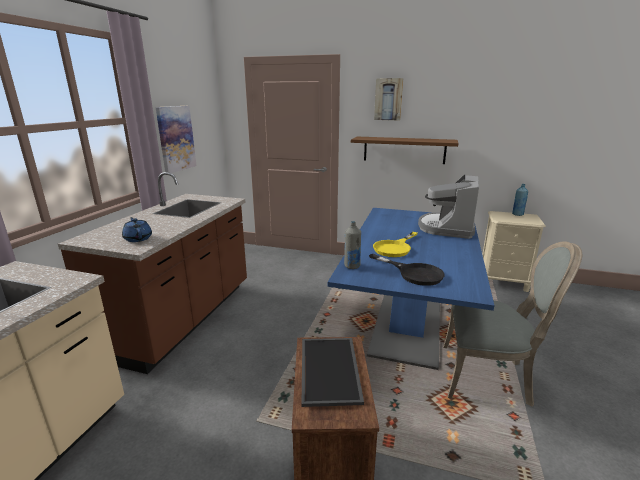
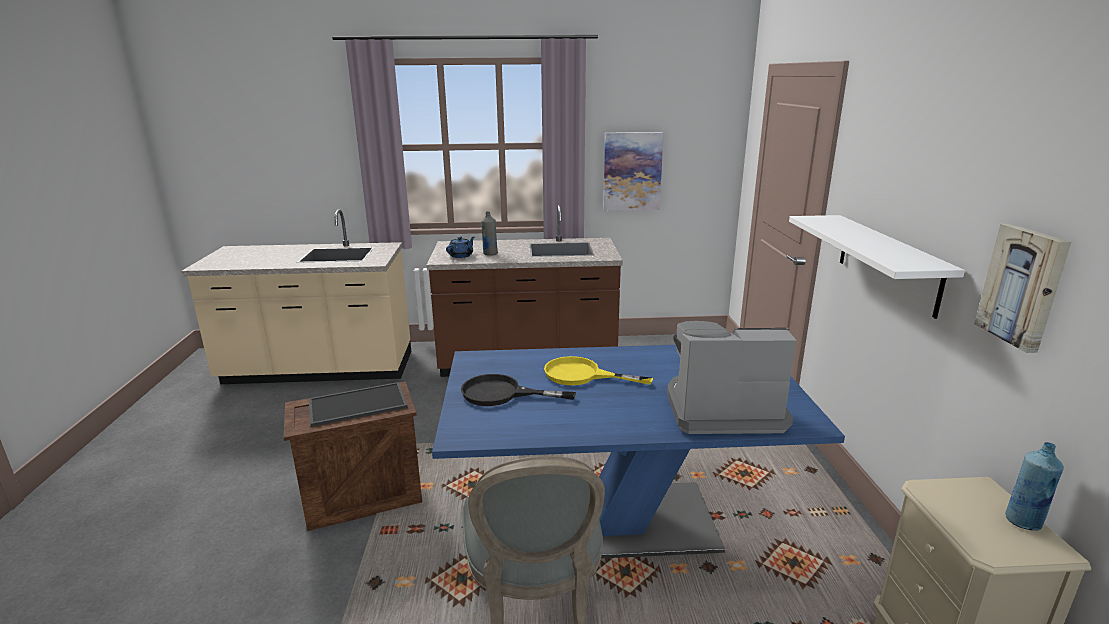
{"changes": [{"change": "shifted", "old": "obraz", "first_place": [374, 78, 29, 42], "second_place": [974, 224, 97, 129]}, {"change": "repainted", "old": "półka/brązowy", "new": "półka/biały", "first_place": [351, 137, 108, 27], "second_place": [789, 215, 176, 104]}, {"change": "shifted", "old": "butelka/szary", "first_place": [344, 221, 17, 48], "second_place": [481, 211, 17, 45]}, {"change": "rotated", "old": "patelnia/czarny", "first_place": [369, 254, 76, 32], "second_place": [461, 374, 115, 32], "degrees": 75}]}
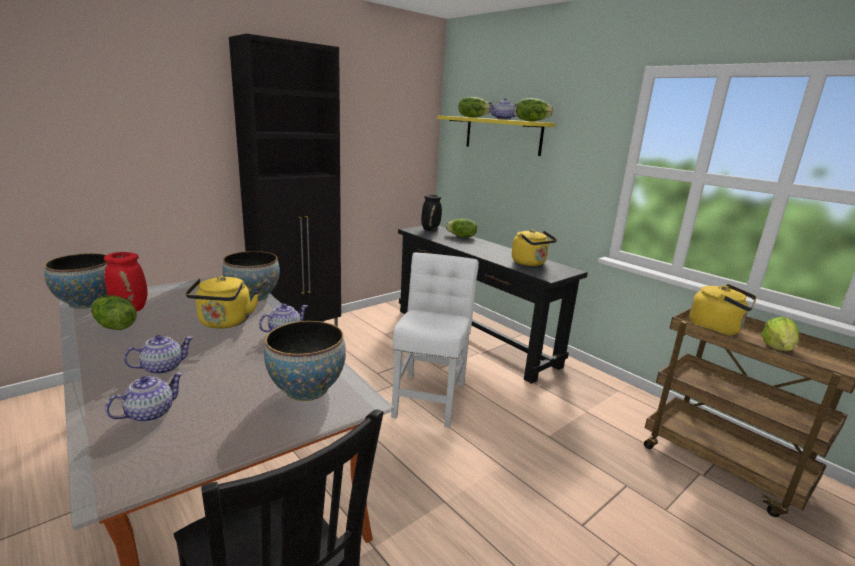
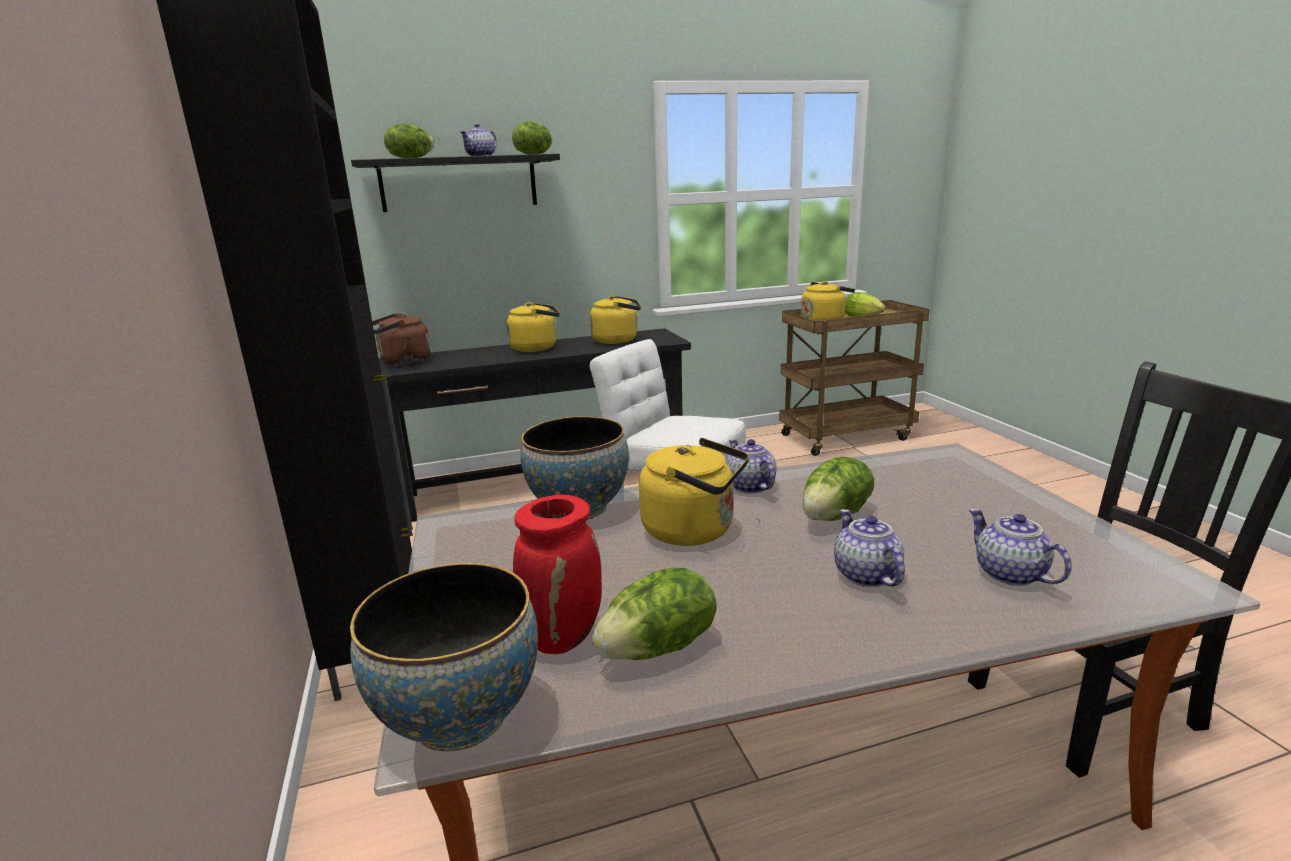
{"changes": [{"change": "repainted", "old": "półka/żółty", "new": "półka/czarny", "first_place": [437, 116, 118, 40], "second_place": [351, 154, 209, 58]}, {"change": "swapped", "old": "wazon/czarny", "new": "czajnik/brązowy", "first_place": [421, 195, 21, 36], "second_place": [372, 313, 59, 53]}, {"change": "shifted", "old": "sałata", "first_place": [446, 218, 31, 19], "second_place": [802, 457, 72, 64]}, {"change": "gone", "old": "miska", "first_place": [264, 321, 82, 80]}, {"change": "new", "new": "czajnik/żółty", "second_place": [506, 302, 54, 50]}]}
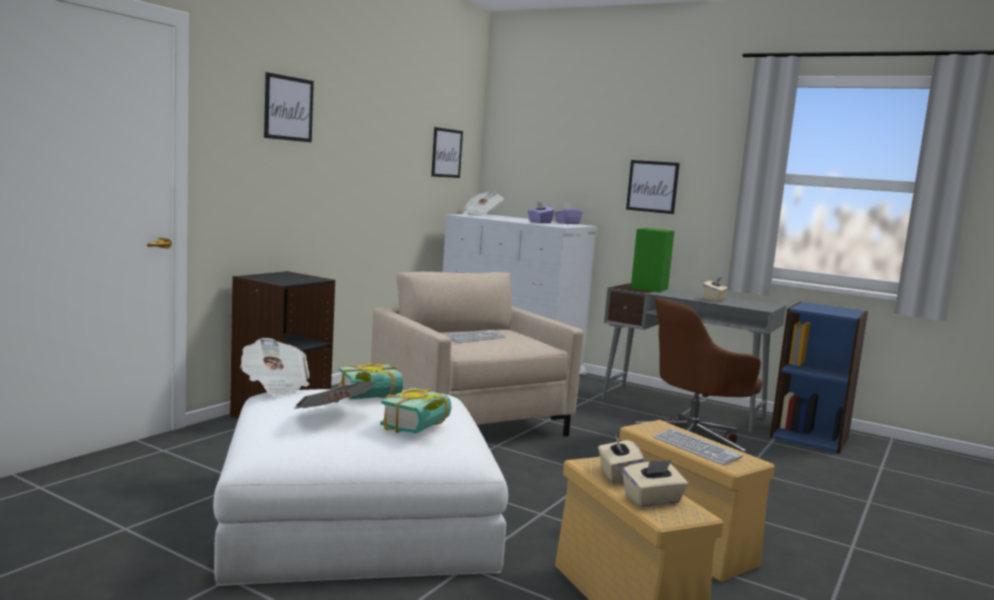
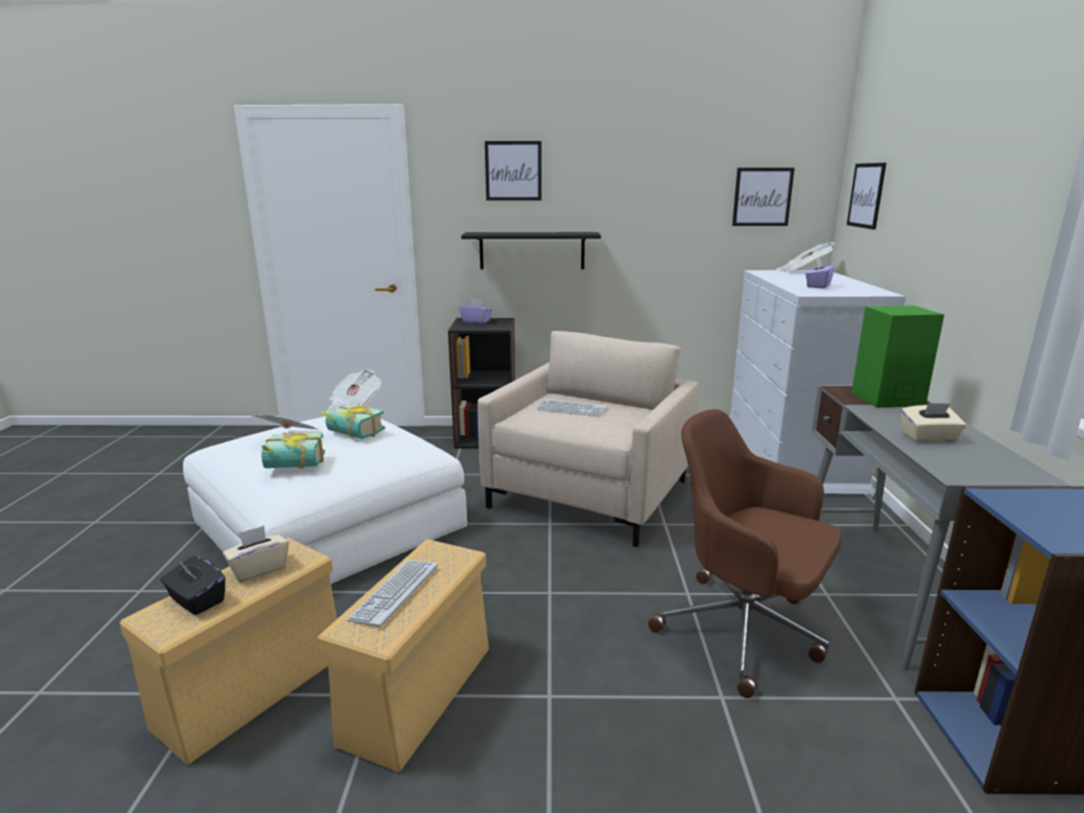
{"changes": [{"change": "shifted", "old": "obraz", "first_place": [626, 160, 54, 54], "second_place": [847, 163, 39, 67]}, {"change": "shifted", "old": "pudełko chusteczek/fioletowy", "first_place": [554, 203, 29, 21], "second_place": [459, 298, 33, 25]}, {"change": "repainted", "old": "pudełko chusteczek/beżowy", "new": "pudełko chusteczek/czarny", "first_place": [622, 460, 66, 47], "second_place": [160, 556, 65, 59]}, {"change": "new", "new": "półka/czarny", "second_place": [461, 232, 140, 38]}]}
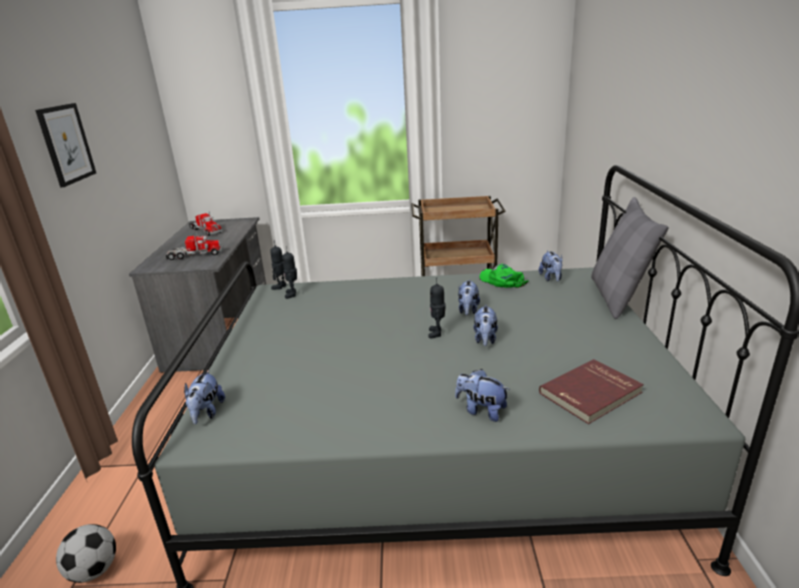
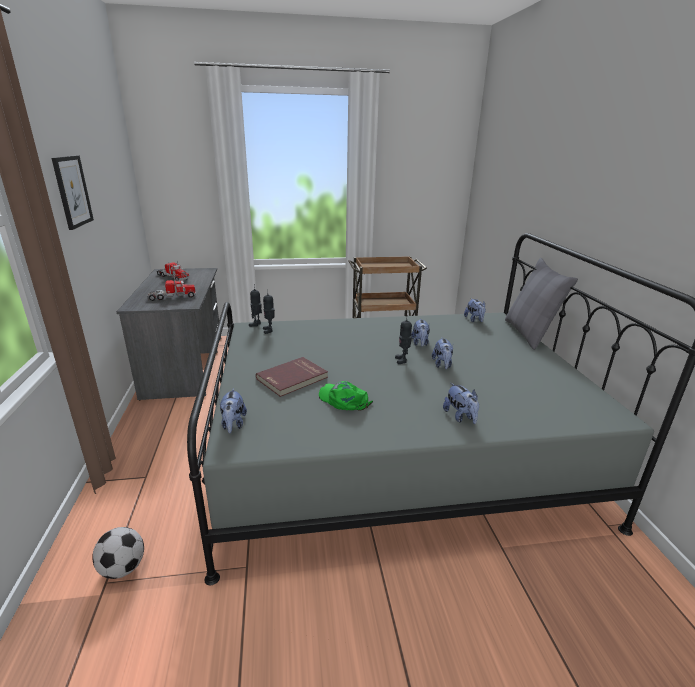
{"changes": [{"change": "shifted", "old": "czapka z daszkiem/zielony", "first_place": [480, 264, 49, 24], "second_place": [319, 381, 54, 30]}, {"change": "shifted", "old": "książka/czerwony", "first_place": [539, 359, 105, 65], "second_place": [256, 357, 72, 40]}, {"change": "rotated", "old": "pluszak", "first_place": [455, 369, 54, 53], "second_place": [443, 383, 36, 41], "degrees": -135}]}
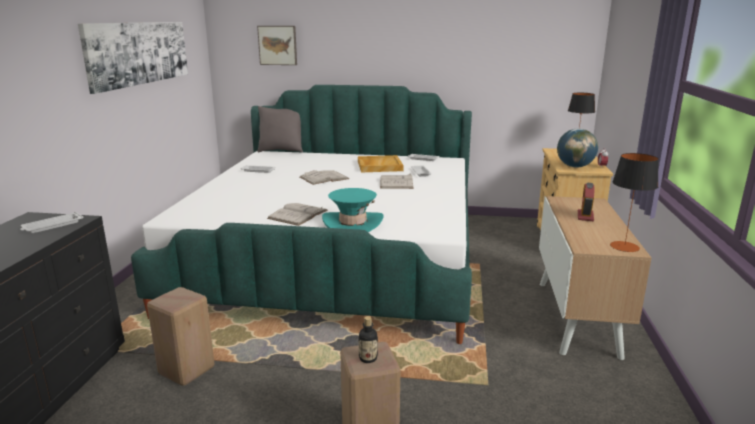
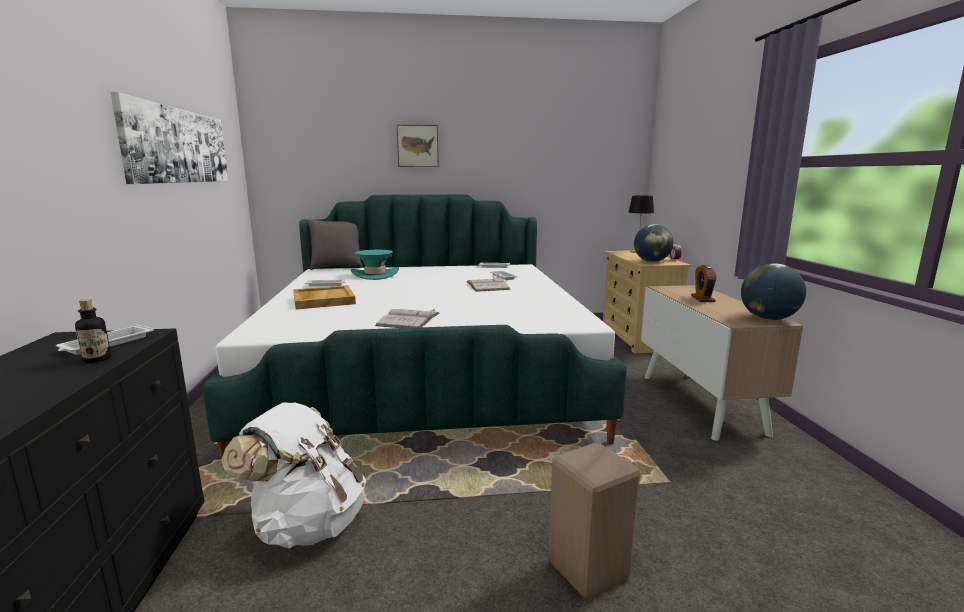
{"changes": [{"change": "shifted", "old": "obraz", "first_place": [257, 26, 40, 39], "second_place": [397, 125, 42, 42]}, {"change": "swapped", "old": "lampa stołowa", "new": "globus", "first_place": [610, 153, 49, 99], "second_place": [741, 263, 65, 57]}, {"change": "shifted", "old": "taca/beżowy", "first_place": [358, 155, 46, 17], "second_place": [293, 285, 63, 25]}, {"change": "gone", "old": "książka/biały", "first_place": [300, 170, 49, 15]}, {"change": "shifted", "old": "kapelusz/turkusowy", "first_place": [322, 188, 62, 44], "second_place": [351, 250, 48, 30]}, {"change": "swapped", "old": "stołek/beżowy", "new": "plecak/biały", "first_place": [147, 287, 68, 99], "second_place": [221, 402, 145, 146]}, {"change": "shifted", "old": "butelka", "first_place": [359, 316, 19, 47], "second_place": [75, 299, 36, 64]}]}
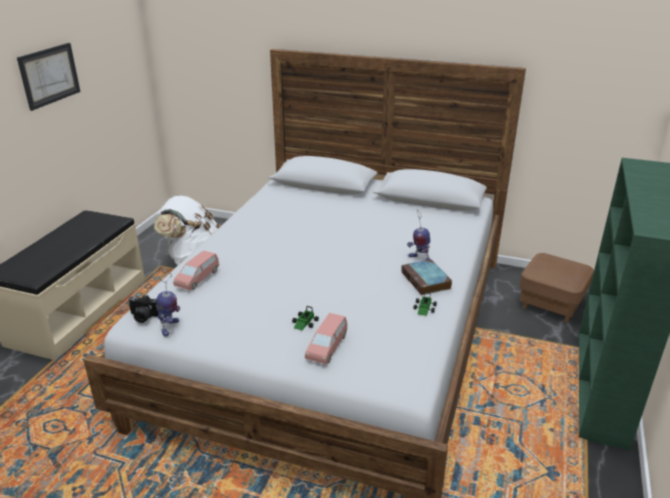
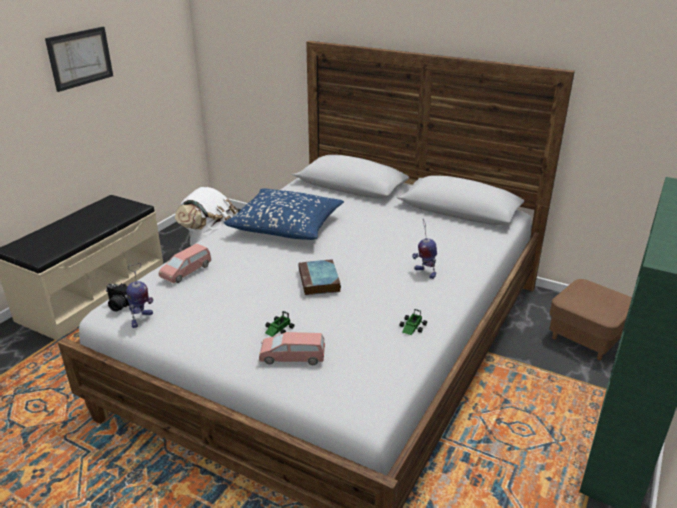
{"changes": [{"change": "shifted", "old": "książka", "first_place": [401, 259, 51, 36], "second_place": [298, 259, 43, 36]}, {"change": "rotated", "old": "samochodzik/różowy", "first_place": [305, 313, 42, 52], "second_place": [259, 332, 66, 33], "degrees": 60}, {"change": "new", "new": "poduszka/niebieski", "second_place": [224, 188, 120, 52]}]}
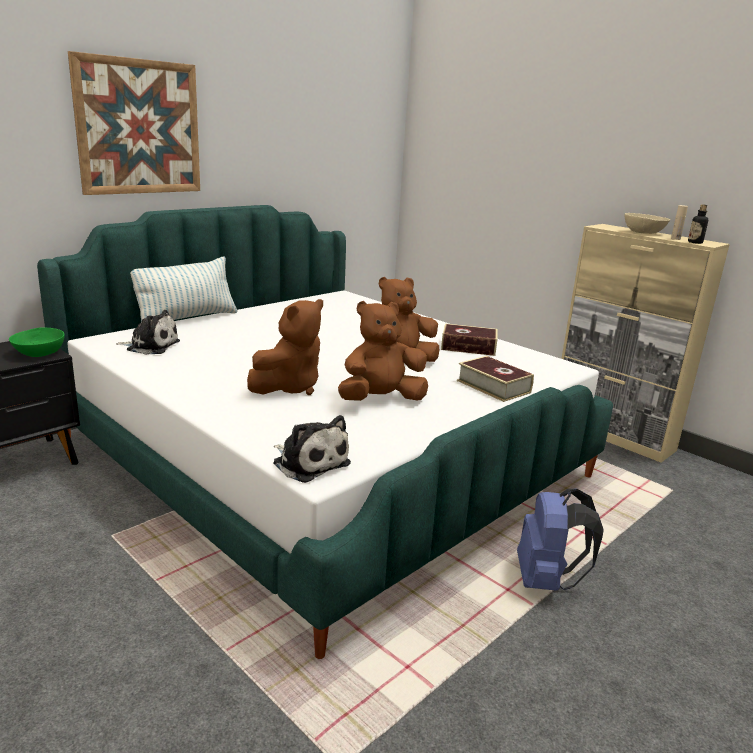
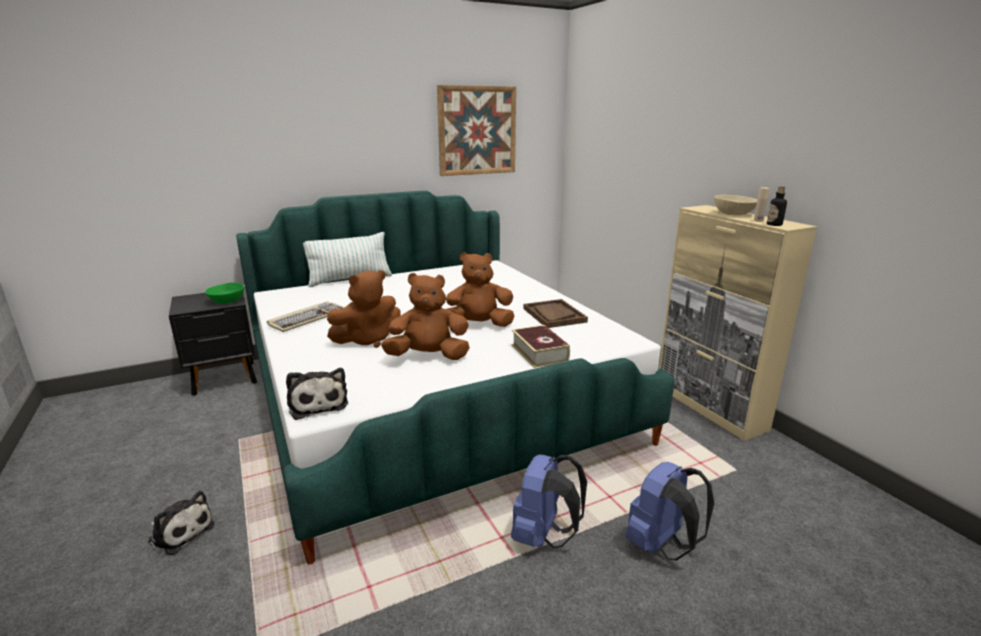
{"changes": [{"change": "shifted", "old": "obraz", "first_place": [68, 51, 132, 144], "second_place": [437, 85, 79, 91]}, {"change": "shifted", "old": "pluszak", "first_place": [116, 310, 64, 45], "second_place": [148, 491, 66, 64]}, {"change": "swapped", "old": "książka", "new": "taca/brązowy", "first_place": [441, 324, 57, 32], "second_place": [523, 299, 65, 29]}, {"change": "new", "new": "klawiatura", "second_place": [267, 301, 78, 31]}, {"change": "new", "new": "plecak/niebieski", "second_place": [625, 462, 89, 99]}]}
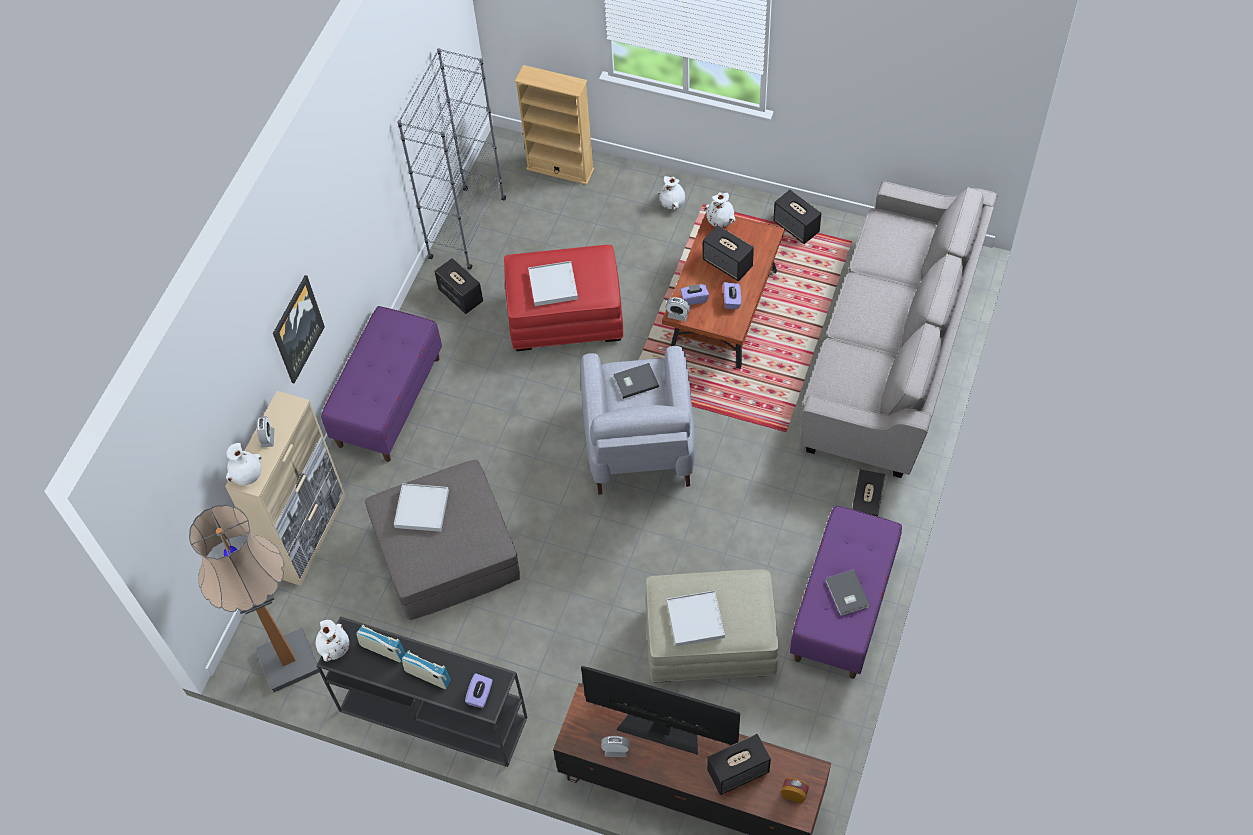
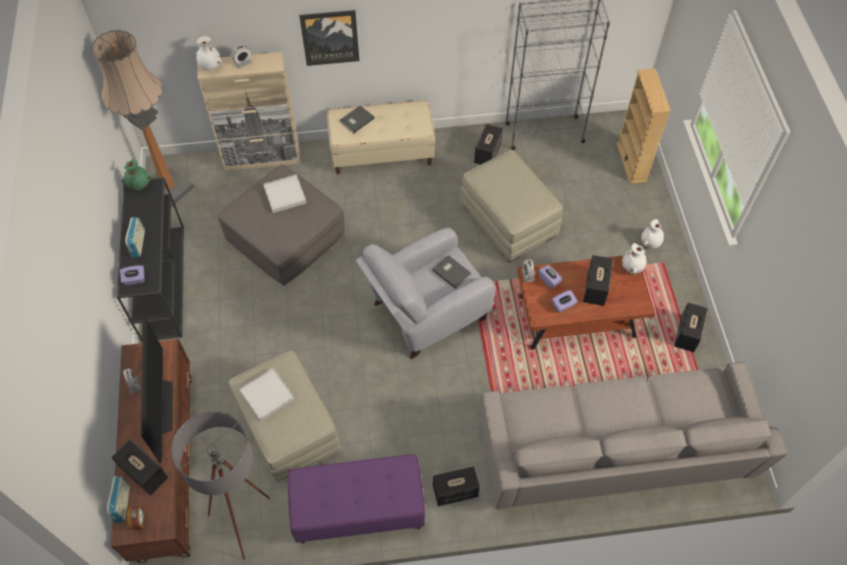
{"changes": [{"change": "repainted", "old": "pufa/czerwony", "new": "pufa/beżowy", "first_place": [504, 245, 120, 106], "second_place": [460, 150, 103, 112]}, {"change": "gone", "old": "taca/biały", "first_place": [528, 261, 50, 45]}, {"change": "repainted", "old": "ławka/fioletowy", "new": "ławka/beżowy", "first_place": [321, 306, 121, 156], "second_place": [327, 100, 108, 75]}, {"change": "shifted", "old": "książka/szary", "first_place": [825, 569, 45, 47], "second_place": [340, 105, 35, 28]}, {"change": "repainted", "old": "wazon/biały", "new": "wazon/zielony", "first_place": [316, 620, 33, 42], "second_place": [122, 159, 30, 32]}, {"change": "shifted", "old": "radio", "first_place": [357, 624, 49, 38], "second_place": [107, 476, 23, 47]}, {"change": "new", "new": "lampa stojąca/szary", "second_place": [171, 411, 99, 149]}]}
